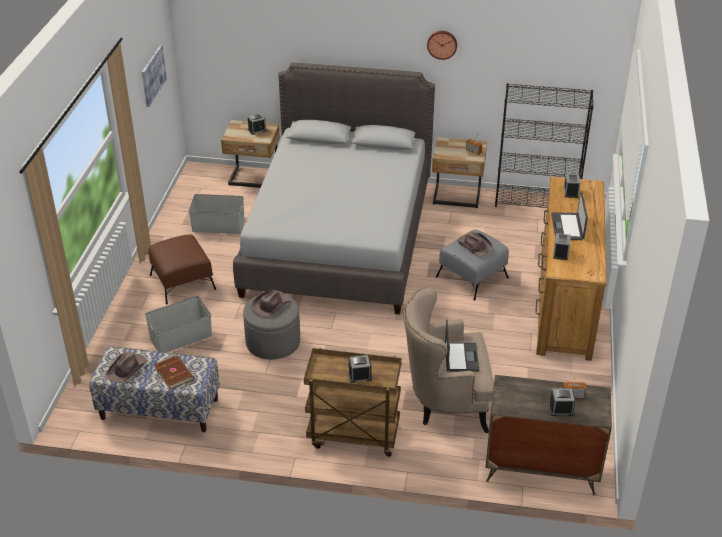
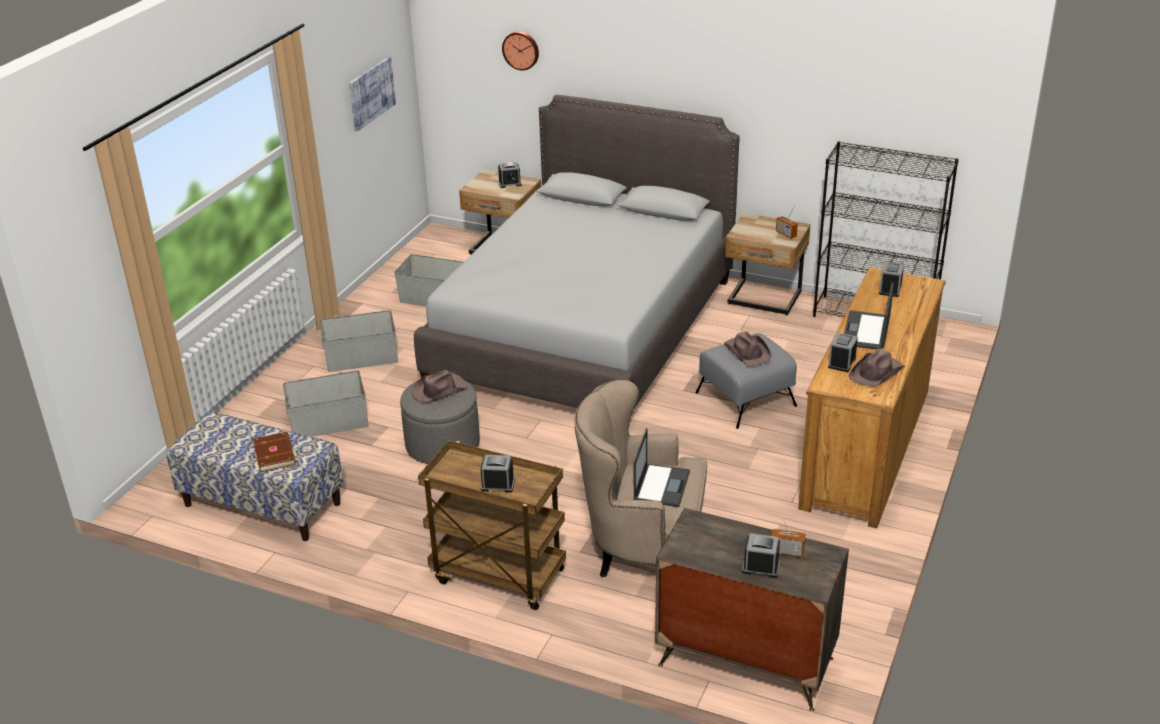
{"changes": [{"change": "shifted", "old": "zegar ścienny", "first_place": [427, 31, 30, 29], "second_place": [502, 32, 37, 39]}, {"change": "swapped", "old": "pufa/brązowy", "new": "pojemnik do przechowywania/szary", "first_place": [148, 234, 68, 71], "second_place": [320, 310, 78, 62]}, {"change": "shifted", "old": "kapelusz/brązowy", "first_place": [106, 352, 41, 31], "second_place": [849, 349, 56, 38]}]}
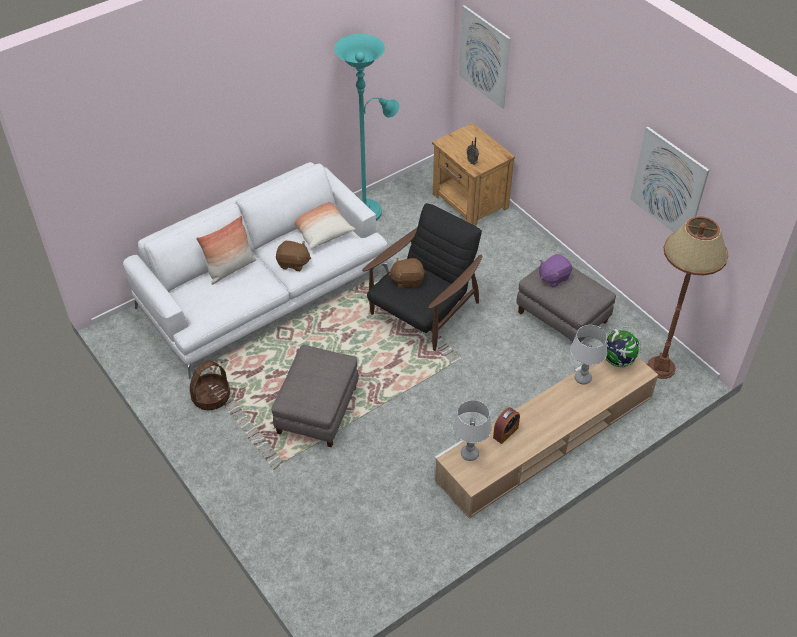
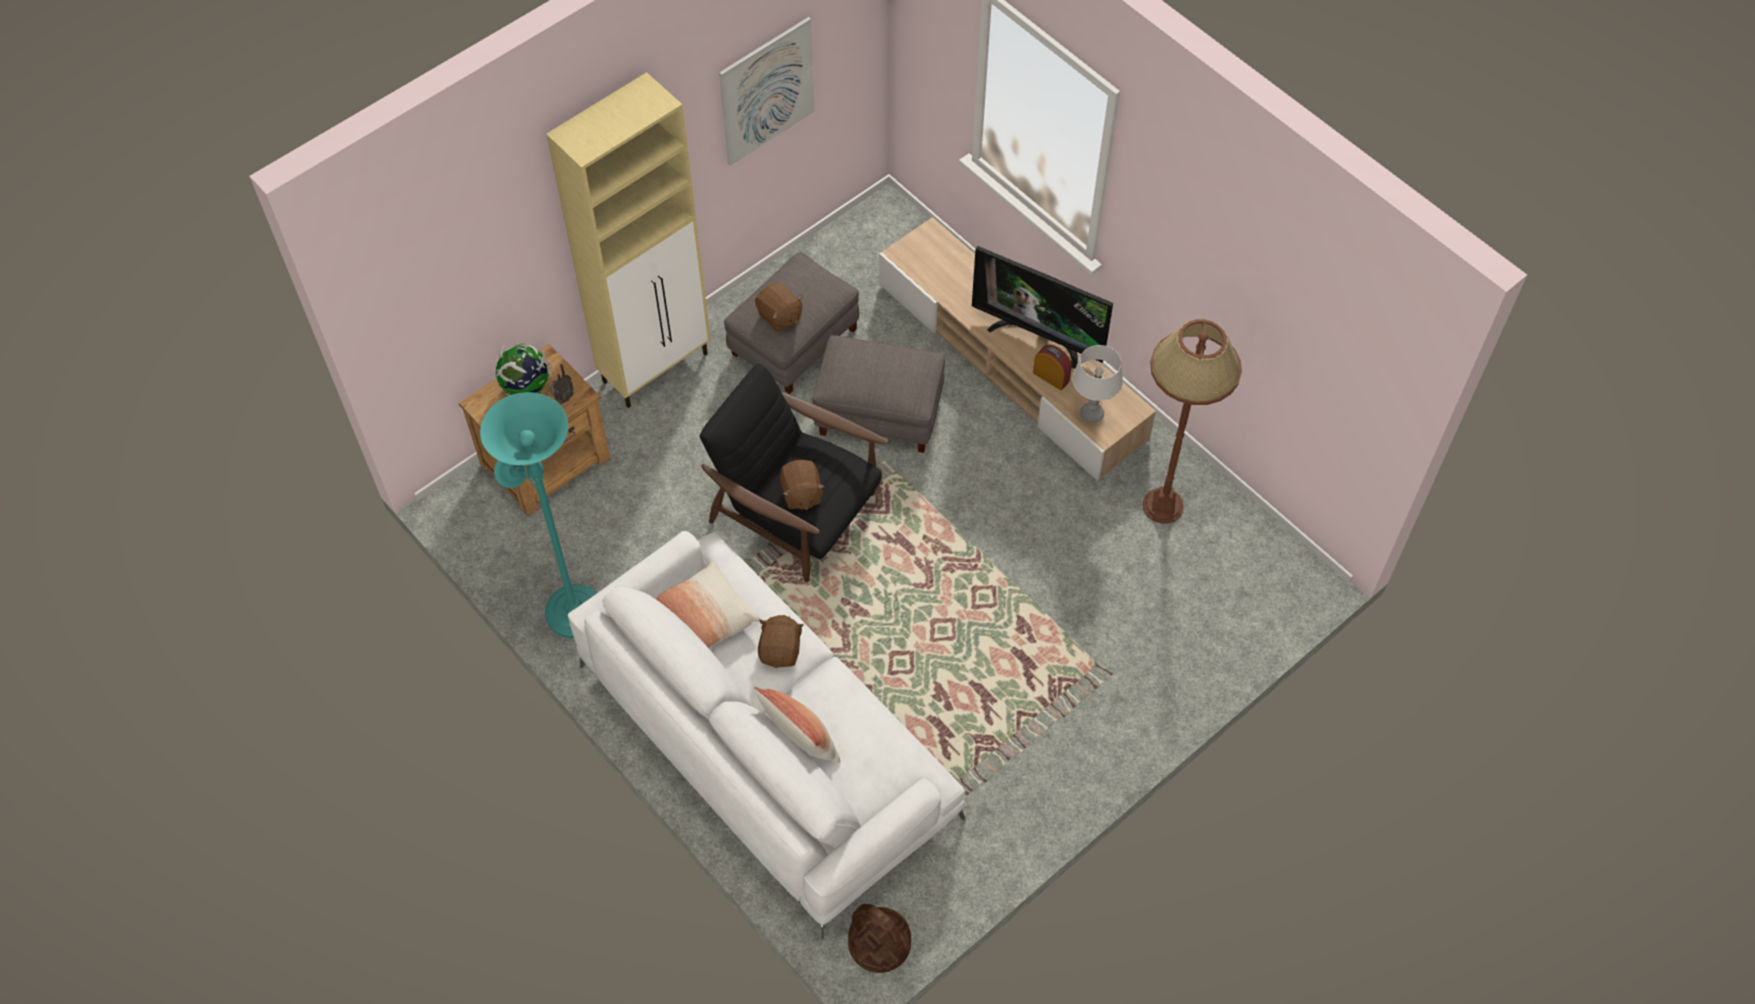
{"changes": [{"change": "gone", "old": "obraz", "first_place": [459, 5, 52, 104]}, {"change": "shifted", "old": "lampa stojąca/brązowy", "first_place": [647, 216, 81, 163], "second_place": [1143, 319, 99, 204]}, {"change": "repainted", "old": "pluszak/fioletowy", "new": "pluszak/brązowy", "first_place": [539, 254, 33, 34], "second_place": [755, 283, 48, 49]}, {"change": "gone", "old": "lampa stołowa/szary", "first_place": [570, 325, 37, 60]}, {"change": "shifted", "old": "globus", "first_place": [605, 326, 36, 41], "second_place": [495, 343, 57, 53]}, {"change": "shifted", "old": "pufa/szary", "first_place": [271, 345, 88, 102], "second_place": [813, 335, 132, 118]}, {"change": "shifted", "old": "koszyk", "first_place": [190, 360, 40, 50], "second_place": [848, 904, 63, 69]}, {"change": "new", "new": "szafka/beżowy", "second_place": [546, 72, 165, 336]}, {"change": "new", "new": "telewizor", "second_place": [972, 246, 141, 123]}]}
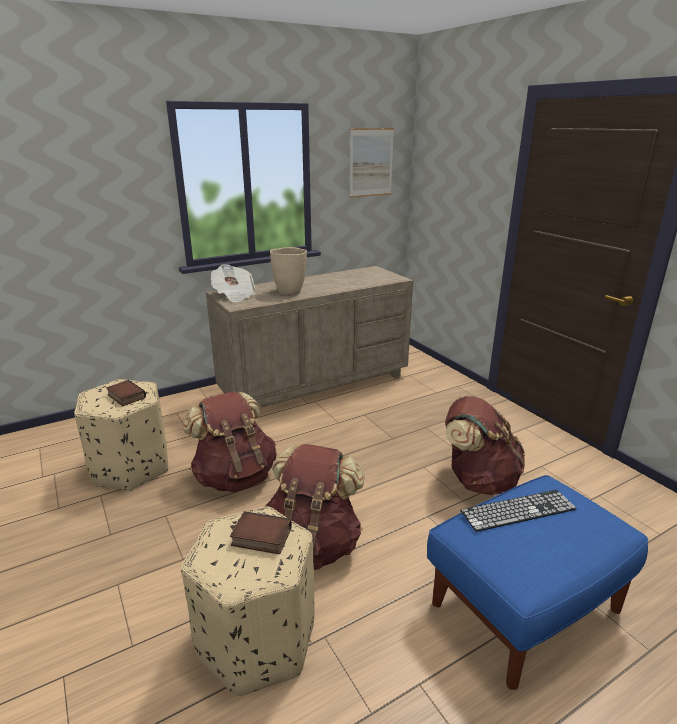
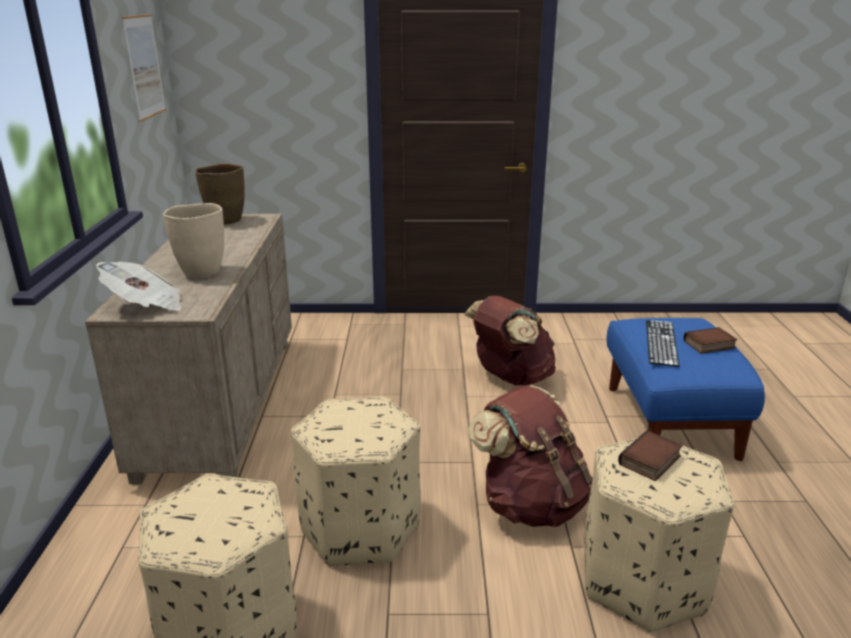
{"changes": [{"change": "shifted", "old": "książka", "first_place": [106, 380, 40, 26], "second_place": [684, 327, 53, 27]}, {"change": "swapped", "old": "plecak/brązowy", "new": "pufa/beżowy", "first_place": [182, 391, 95, 102], "second_place": [291, 397, 130, 170]}, {"change": "new", "new": "wazon/brązowy", "second_place": [195, 163, 50, 62]}]}
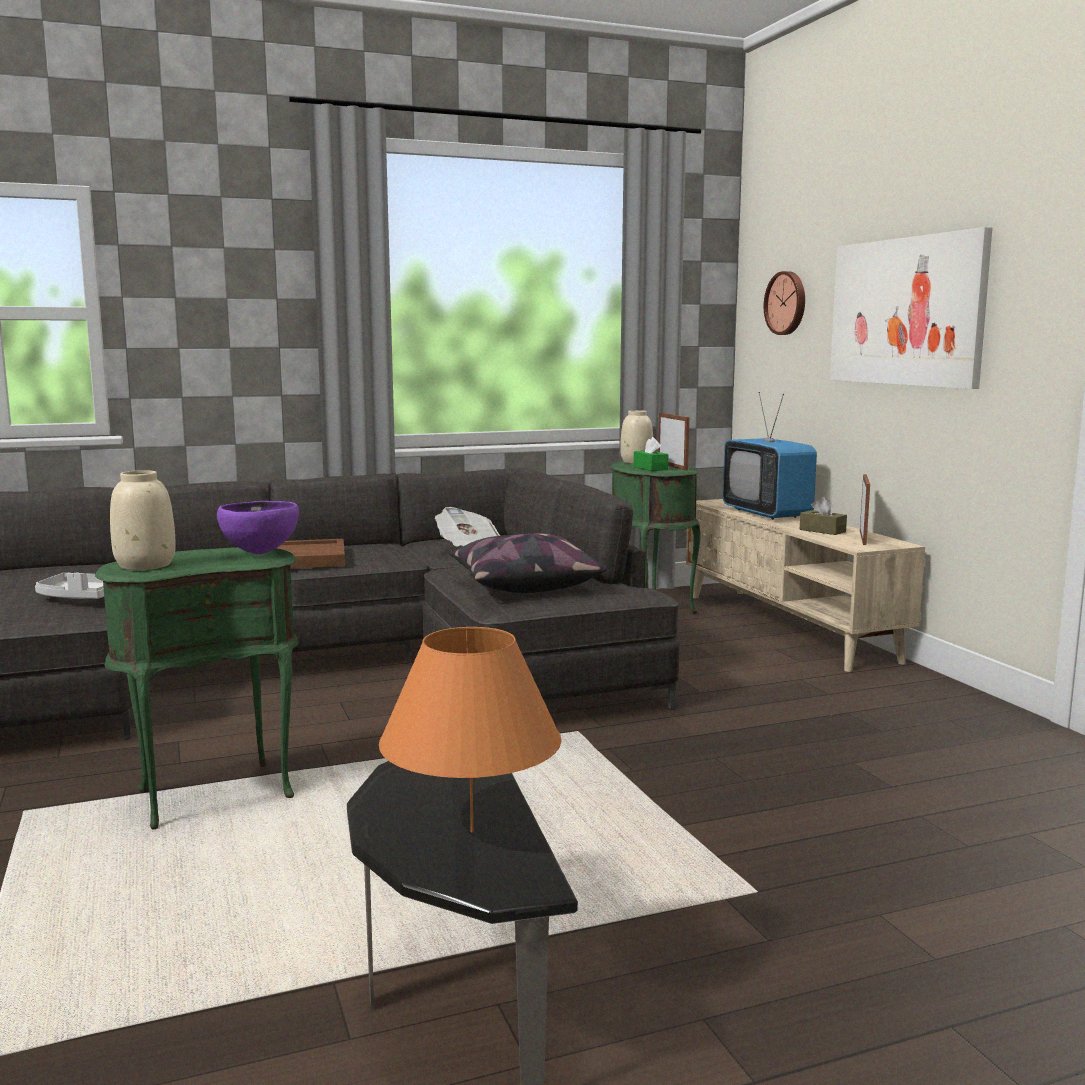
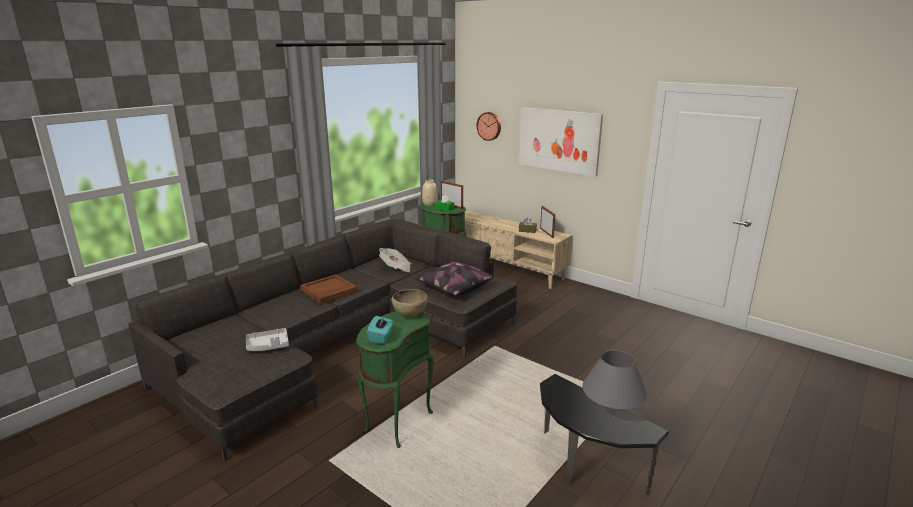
{"changes": [{"change": "gone", "old": "telewizor", "first_place": [723, 392, 94, 127]}, {"change": "swapped", "old": "wazon/beżowy", "new": "pudełko chusteczek/turkusowy", "first_place": [110, 470, 66, 100], "second_place": [367, 314, 27, 30]}, {"change": "repainted", "old": "miska/fioletowy", "new": "miska/brązowy", "first_place": [217, 501, 82, 53], "second_place": [391, 289, 37, 29]}, {"change": "repainted", "old": "lampa stołowa/pomarańczowy", "new": "lampa stołowa/szary", "first_place": [379, 627, 183, 206], "second_place": [582, 350, 65, 68]}]}
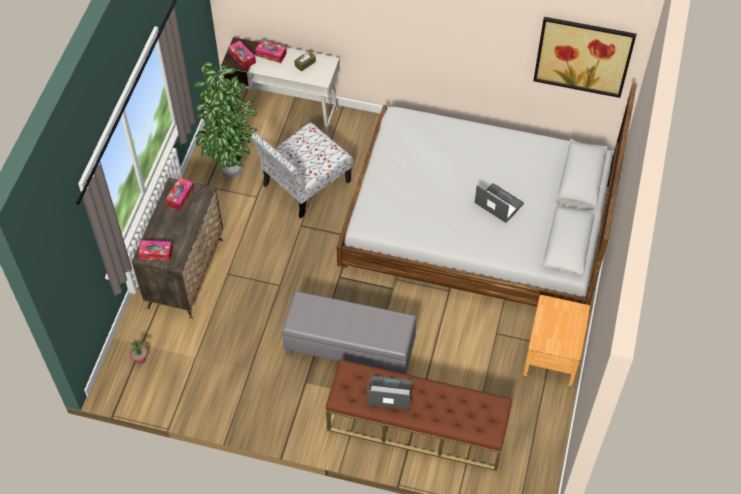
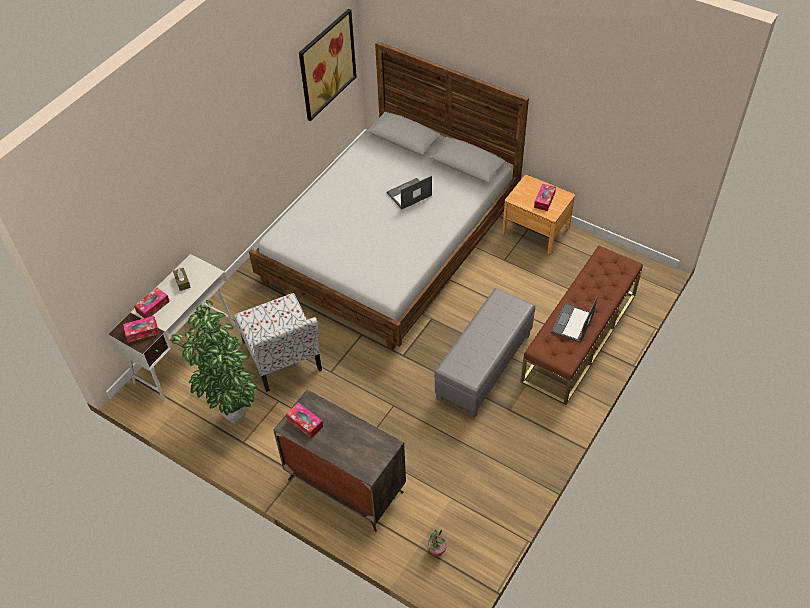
{"changes": [{"change": "shifted", "old": "pudełko chusteczek", "first_place": [138, 240, 35, 21], "second_place": [534, 184, 22, 27]}]}
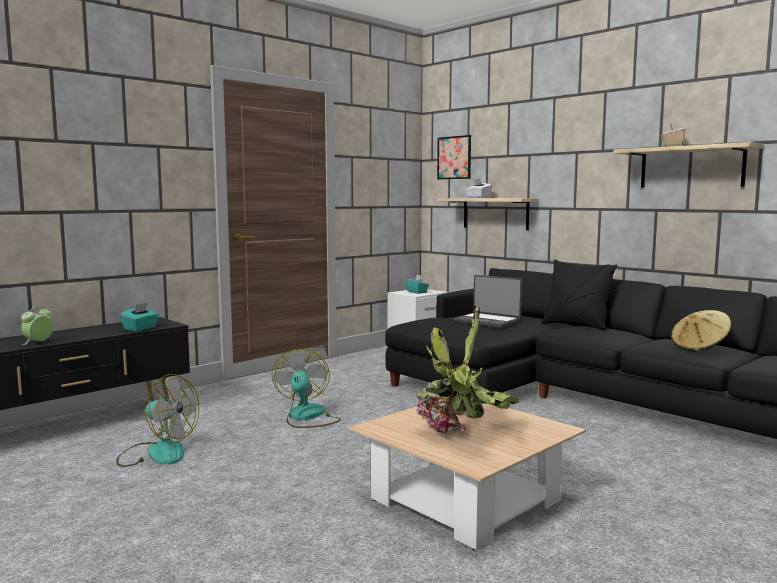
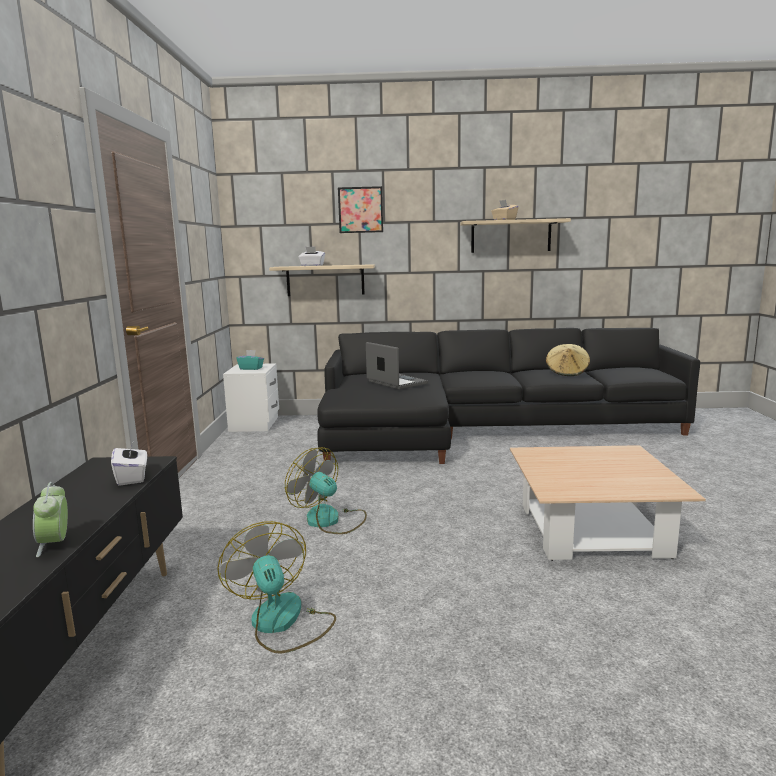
{"changes": [{"change": "shifted", "old": "obraz", "first_place": [437, 135, 34, 44], "second_place": [338, 186, 45, 47]}, {"change": "gone", "old": "poduszka/czarny", "first_place": [541, 260, 76, 70]}, {"change": "rotated", "old": "laptop", "first_place": [454, 275, 68, 53], "second_place": [366, 342, 62, 48], "degrees": -120}, {"change": "repainted", "old": "pudełko chusteczek/turkusowy", "new": "pudełko chusteczek/biały", "first_place": [120, 303, 39, 28], "second_place": [111, 438, 36, 48]}, {"change": "gone", "old": "roślina doniczkowa", "first_place": [416, 305, 103, 128]}, {"change": "rotated", "old": "wentylator", "first_place": [116, 374, 83, 93], "second_place": [217, 521, 119, 133], "degrees": -90}]}
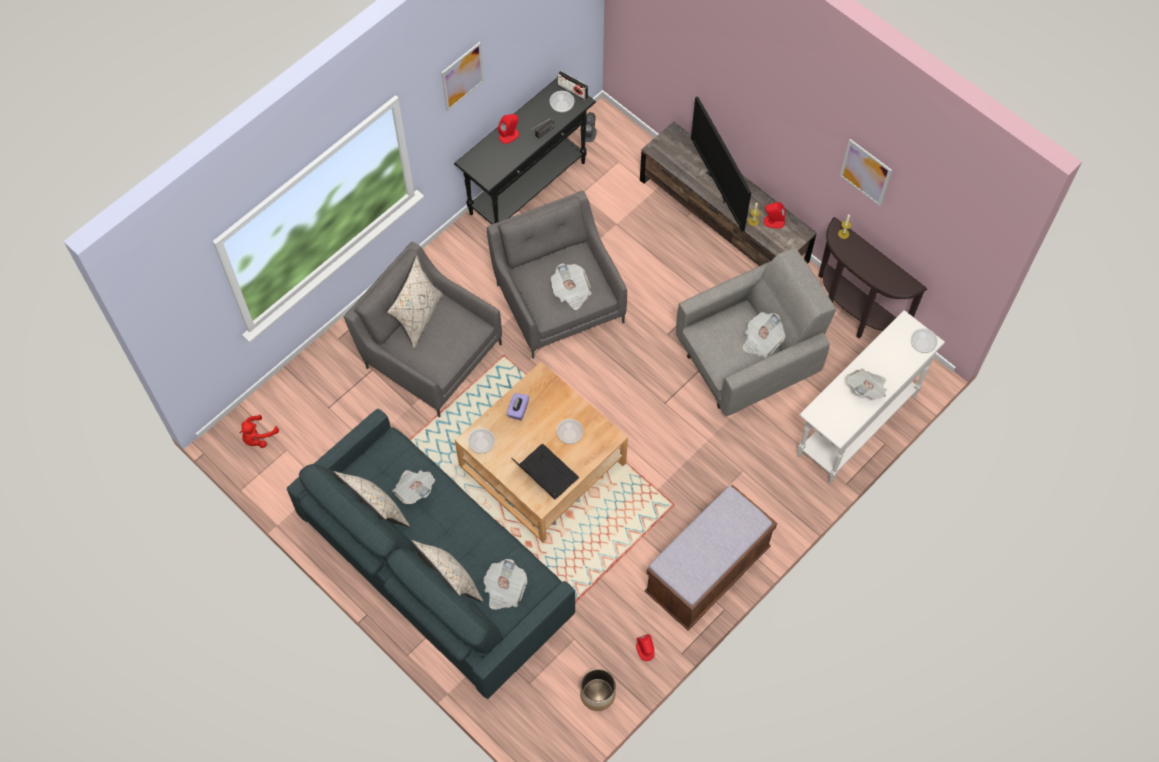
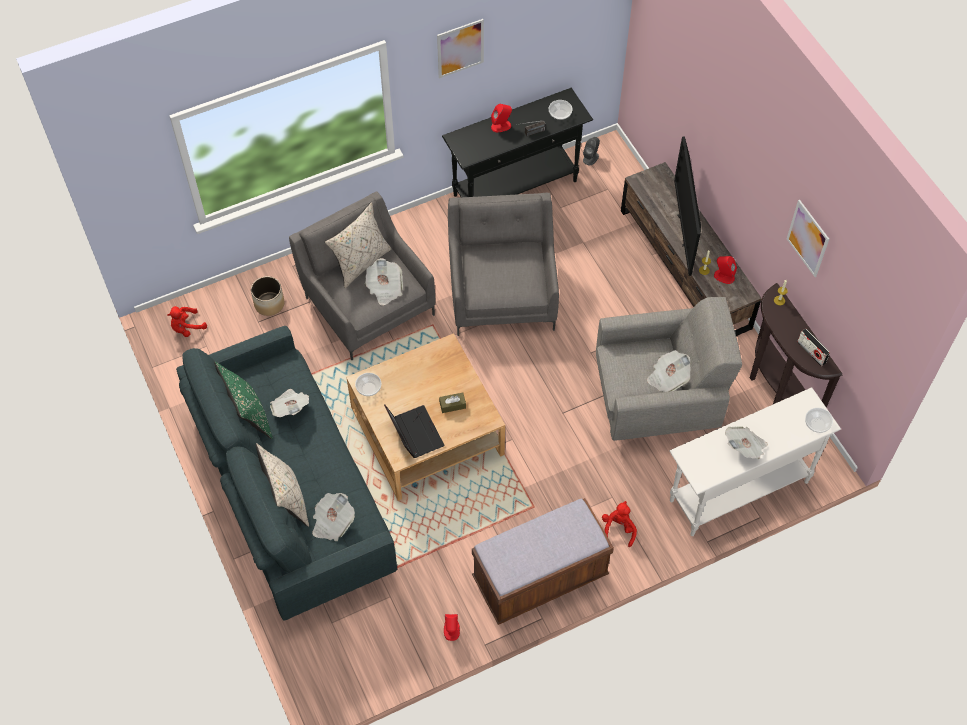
{"changes": [{"change": "shifted", "old": "radio", "first_place": [557, 71, 31, 30], "second_place": [797, 329, 33, 37]}, {"change": "shifted", "old": "gazeta", "first_place": [551, 263, 41, 47], "second_place": [365, 258, 38, 48]}, {"change": "gone", "old": "pudełko chusteczek/fioletowy", "first_place": [507, 393, 22, 28]}, {"change": "swapped", "old": "miska", "new": "pudełko chusteczek/brązowy", "first_place": [557, 419, 26, 25], "second_place": [439, 393, 27, 20]}, {"change": "repainted", "old": "poduszka/beżowy", "new": "poduszka/zielony", "first_place": [333, 471, 77, 56], "second_place": [214, 362, 59, 77]}, {"change": "shifted", "old": "donica", "first_place": [580, 669, 36, 42], "second_place": [251, 276, 33, 40]}, {"change": "new", "new": "pluszak/czerwony", "second_place": [602, 501, 35, 46]}]}
